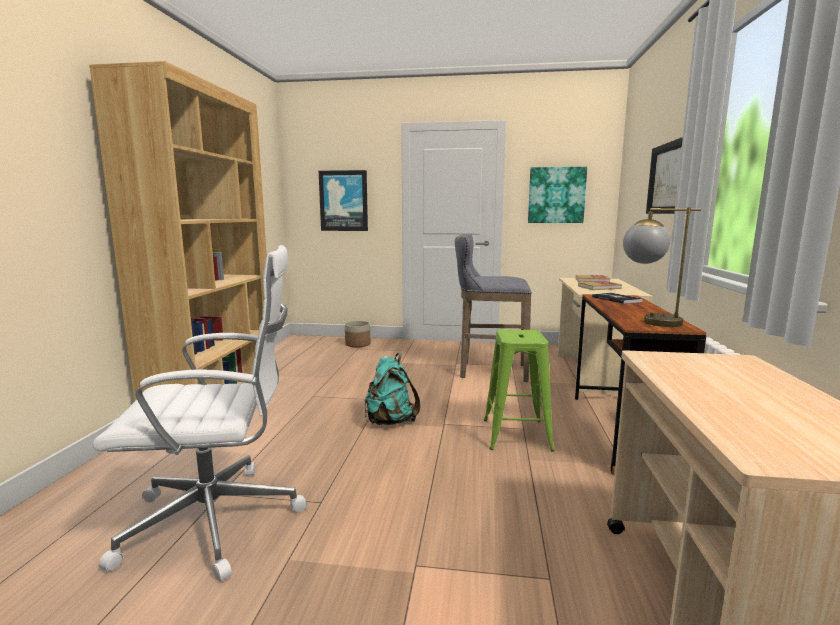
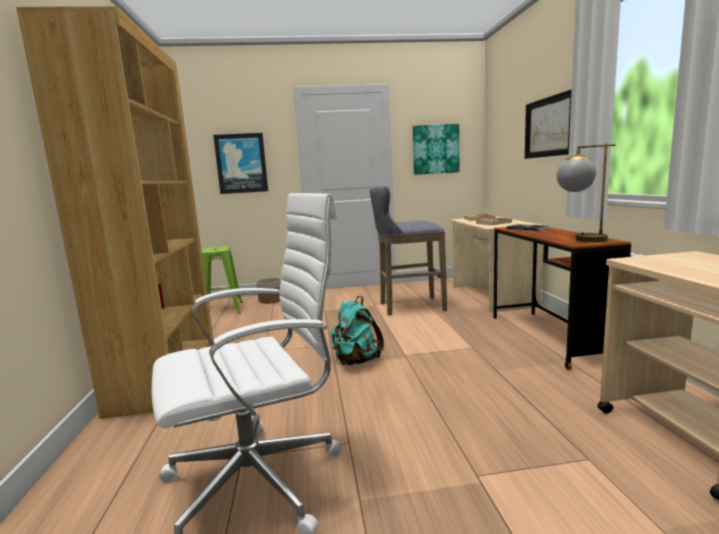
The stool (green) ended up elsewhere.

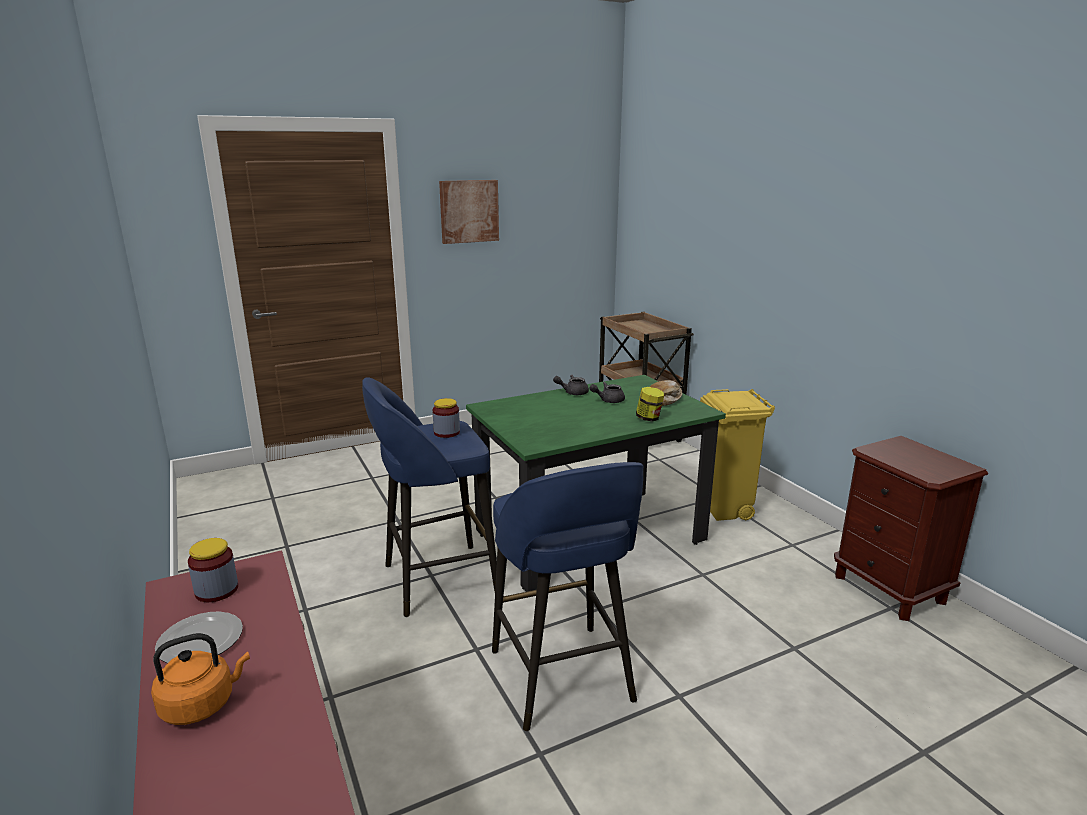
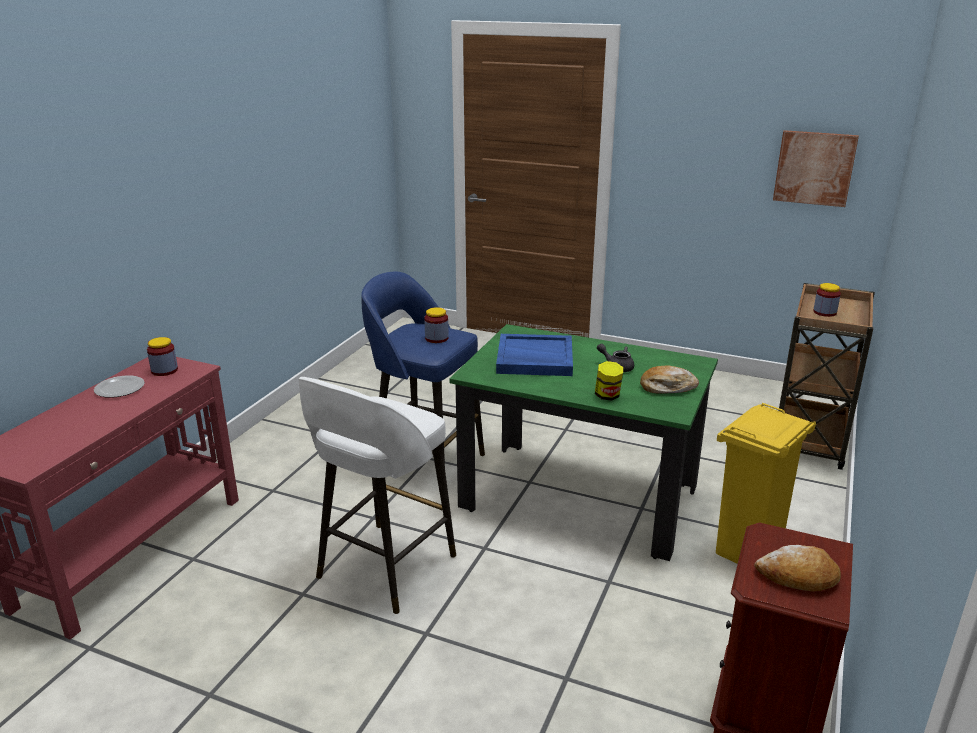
The second view lost the kettle (orange).
The second view lost the teapot (grey) (no. 1 from left).
The second view gained the tray (blue).
The second view gained the bread (no. 2 from left).
The second view gained the jar (no. 4 from left).
The picture ended up elsewhere.
What was the stool (blue) (no. 2 from left) turned into the stool (white).

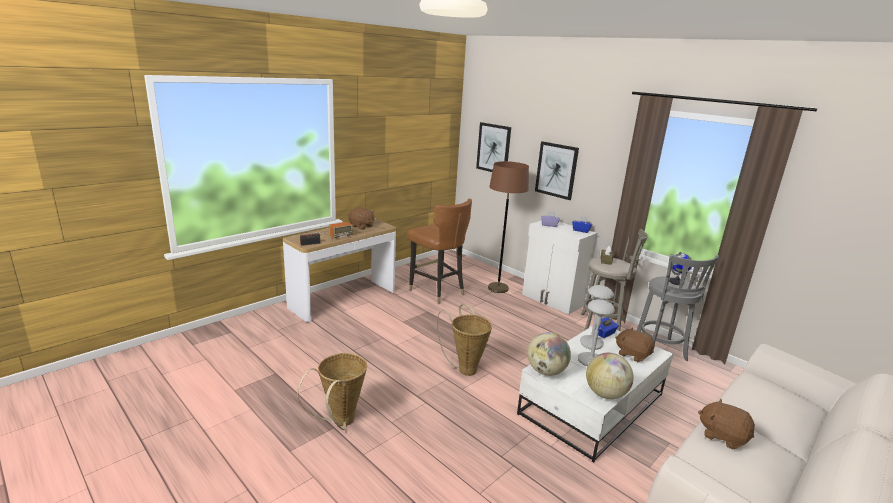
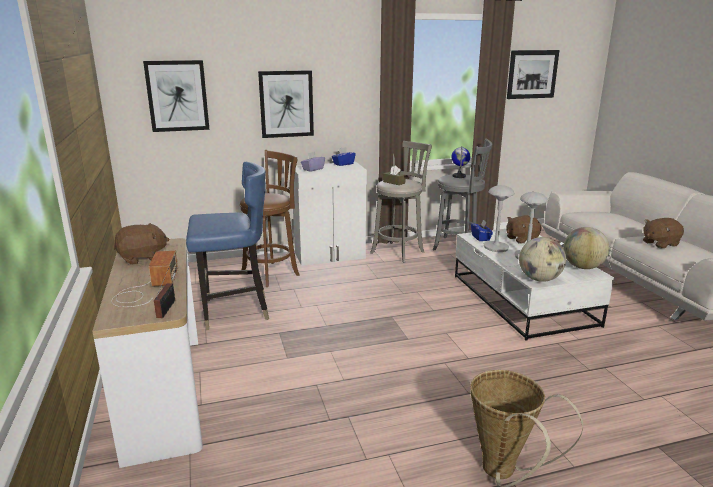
The second view lost the basket (no. 2 from left).
The second view gained the picture (no. 3 from left).
Where the floor lamp (brown) stood, the stool (brown) came to stand.
What was the chair (brown) turned into the chair (blue).

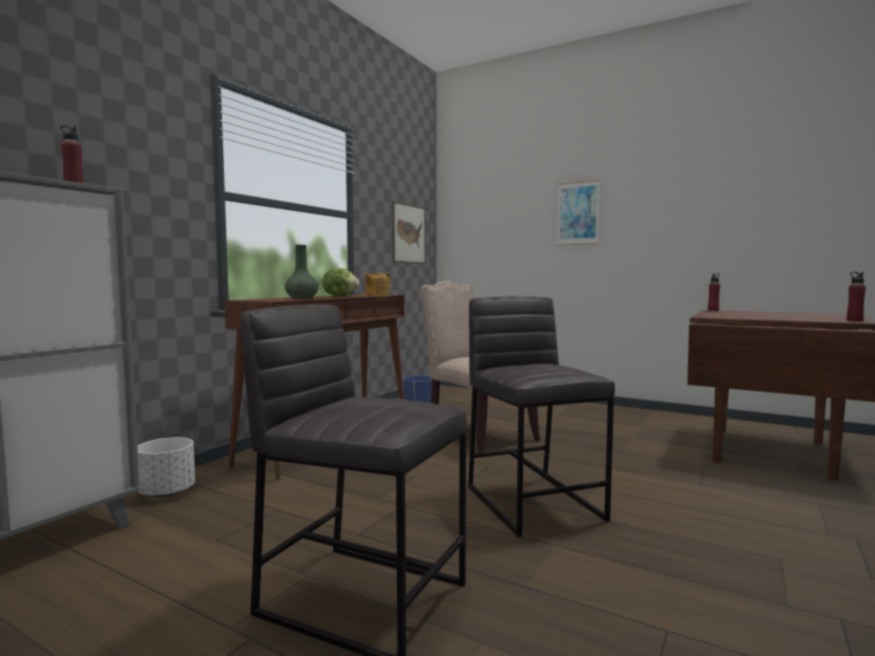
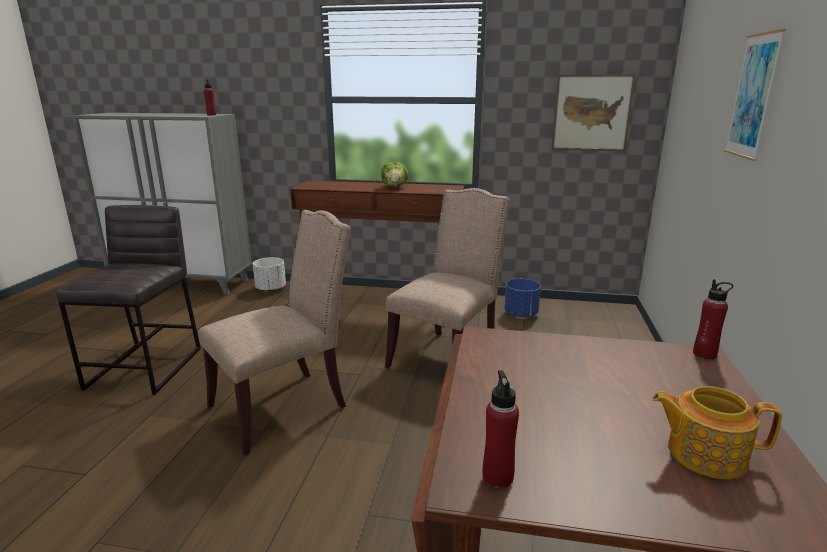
The second view lost the vase (green).
The teapot ended up elsewhere.
Where the stool (grey) (no. 2 from left) stood, the chair (beige) (no. 1 from left) came to stand.

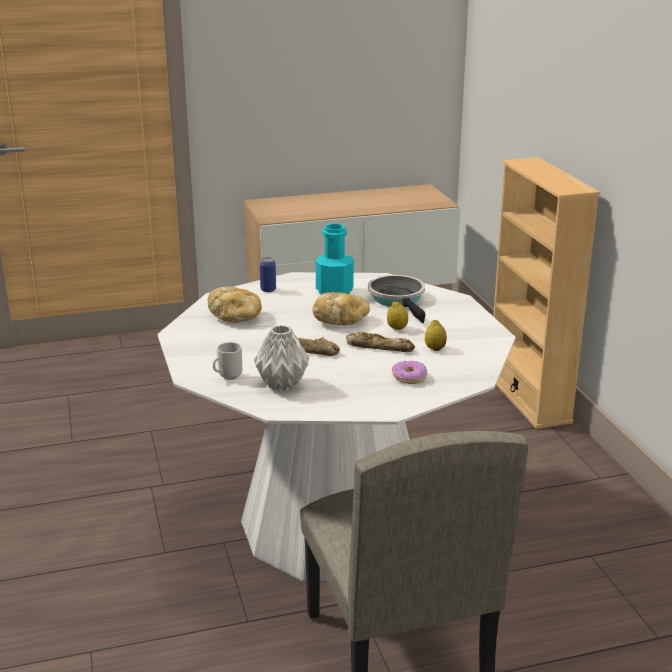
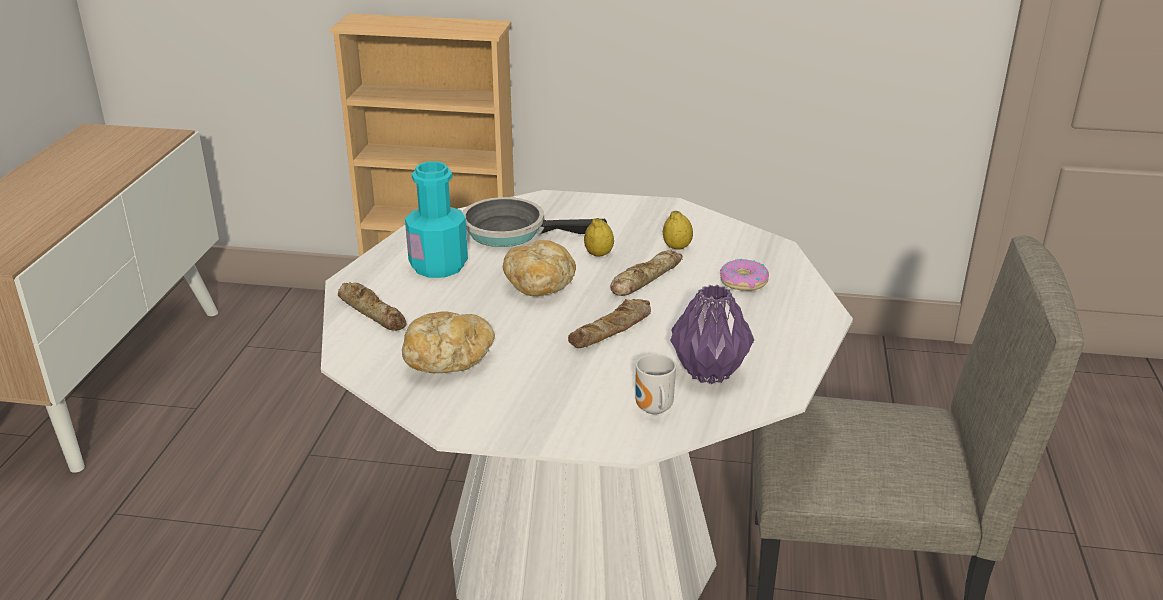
Where the can stood, the bread (no. 1 from left) came to stand.
What was the vase (grey) turned into the vase (purple).

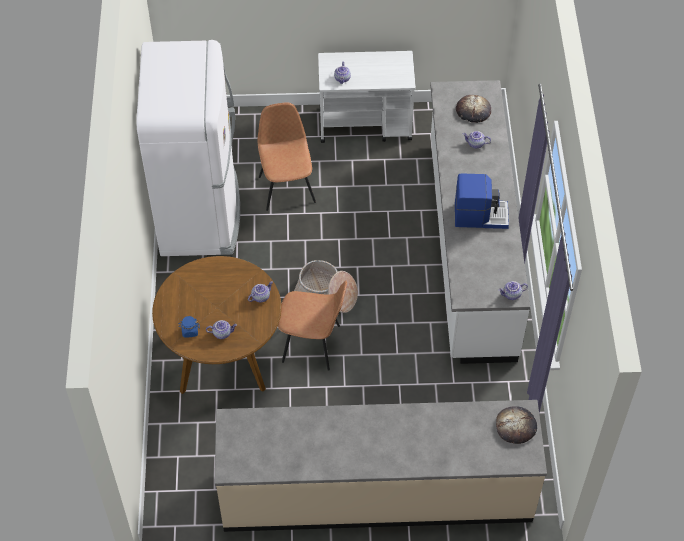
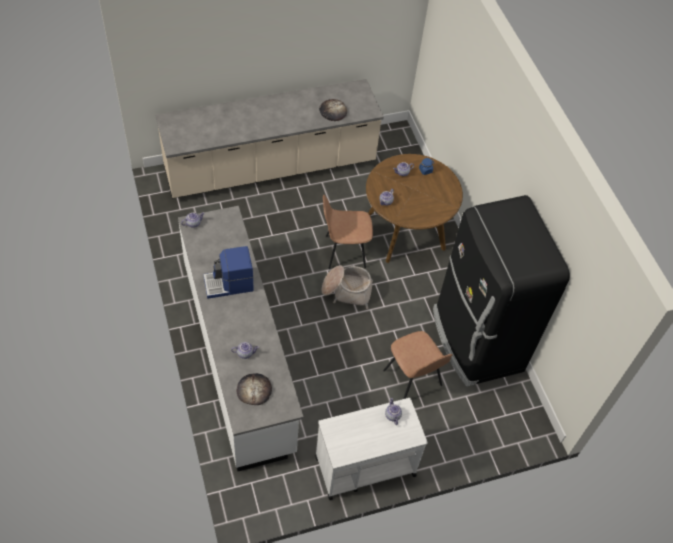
The bread (no. 2 from left) ended up elsewhere.
What was the fridge (white) turned into the fridge (black).

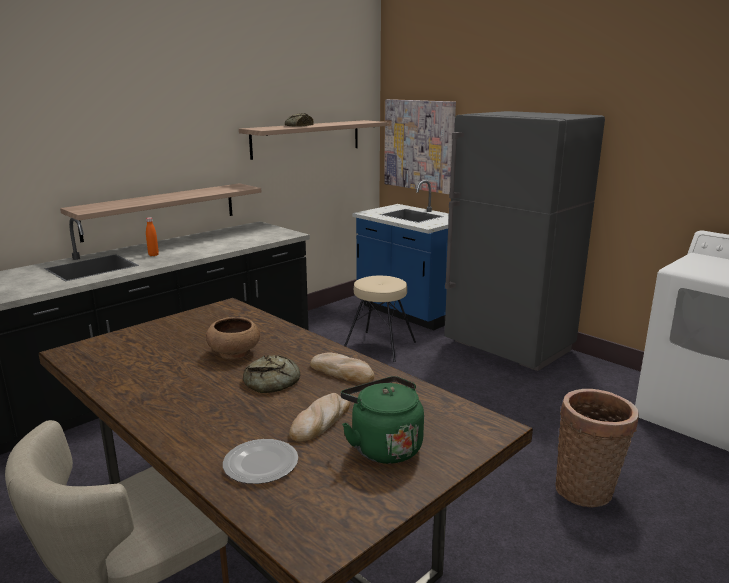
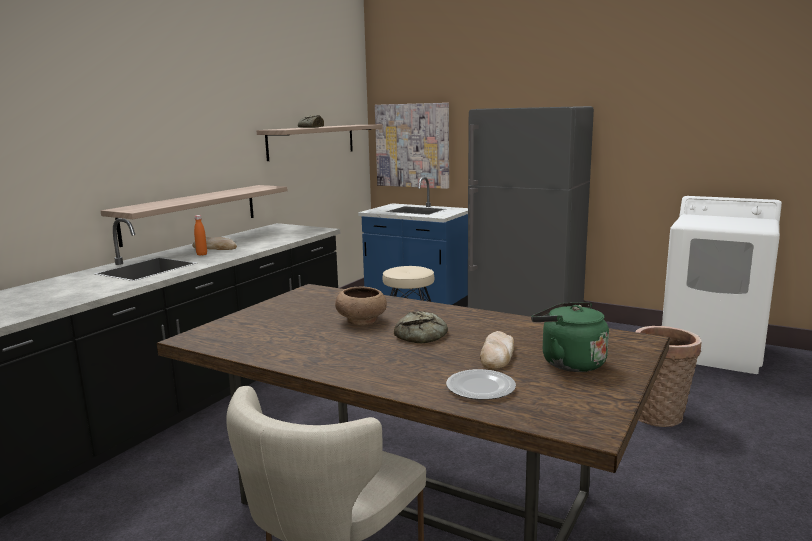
The bread (no. 4 from left in the first image) ended up elsewhere.

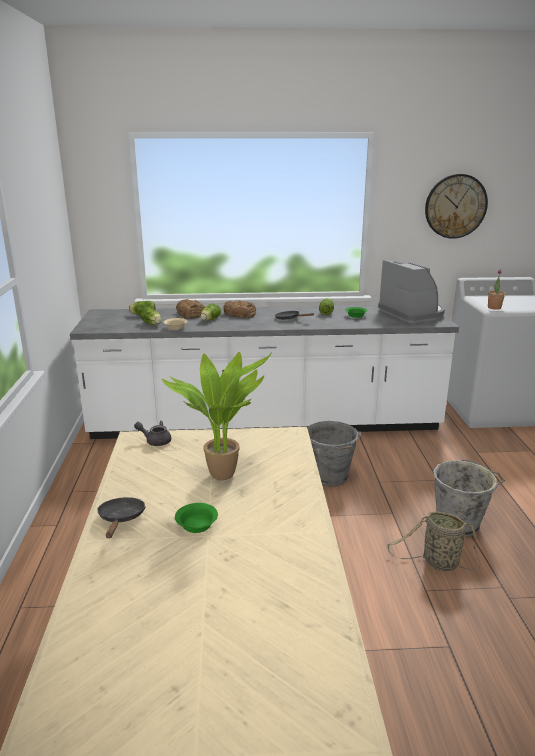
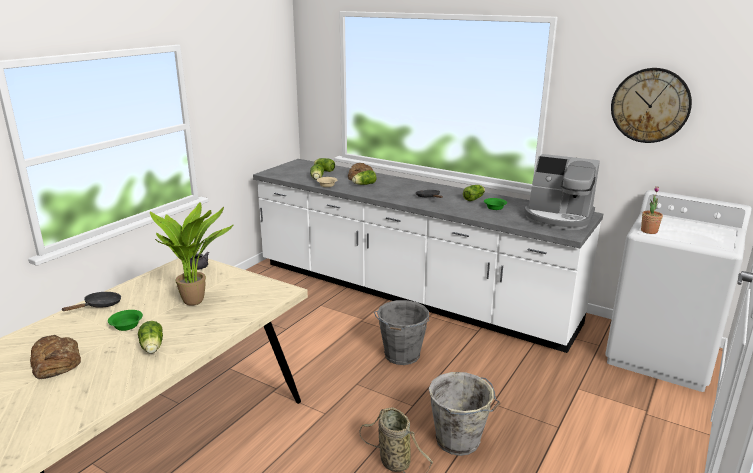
The second view gained the lettuce (no. 1 from left).
The bread (no. 2 from left in the first image) ended up elsewhere.
The coffee machine ended up facing another way, 105 degrees clockwise from before.

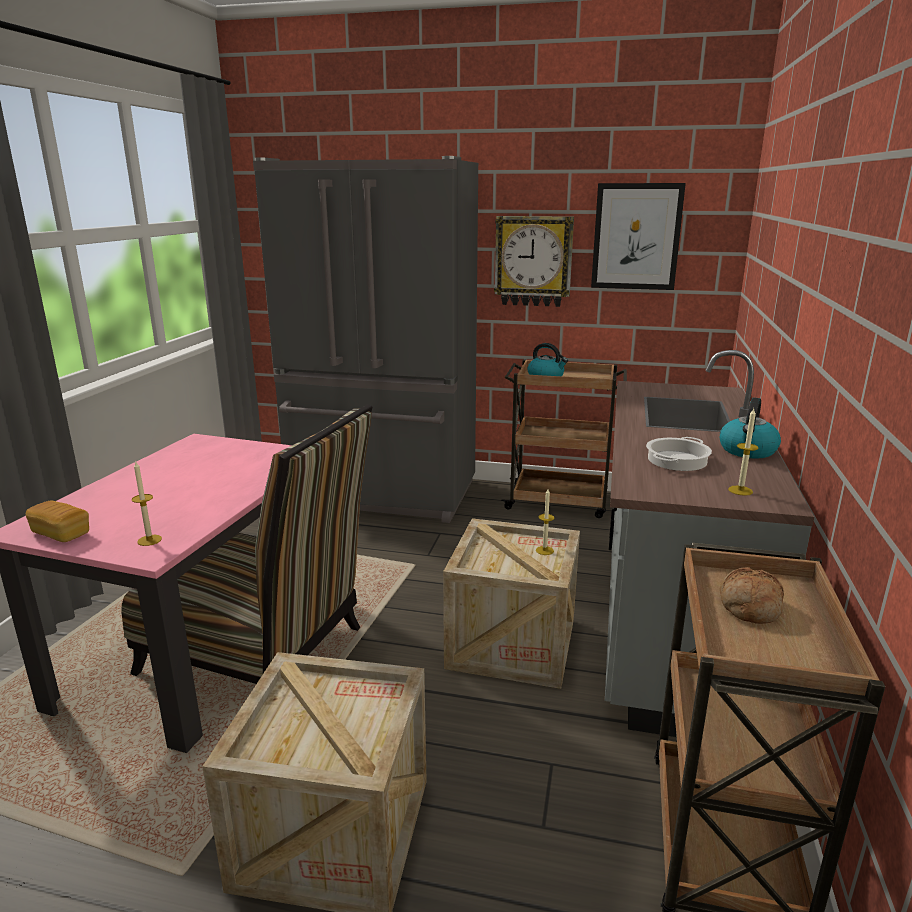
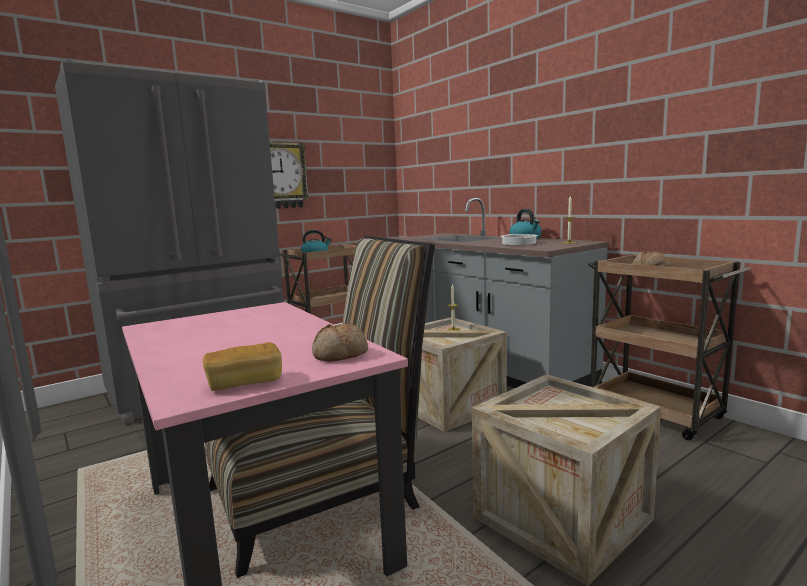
The second view lost the picture.
Where the candle (no. 1 from left) stood, the bread (no. 2 from left) came to stand.

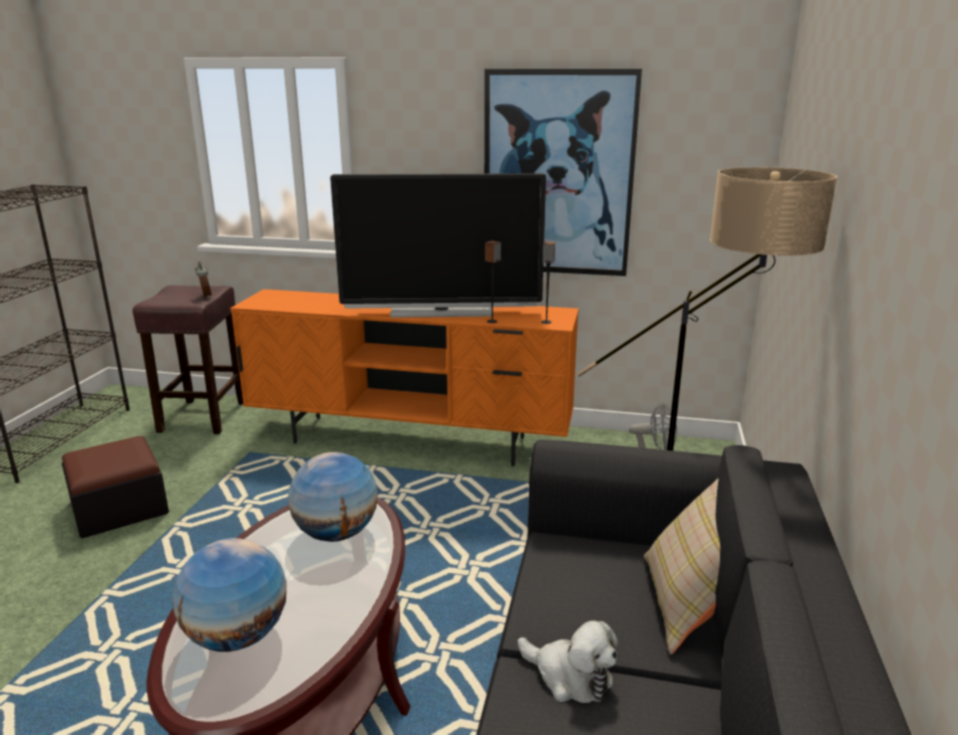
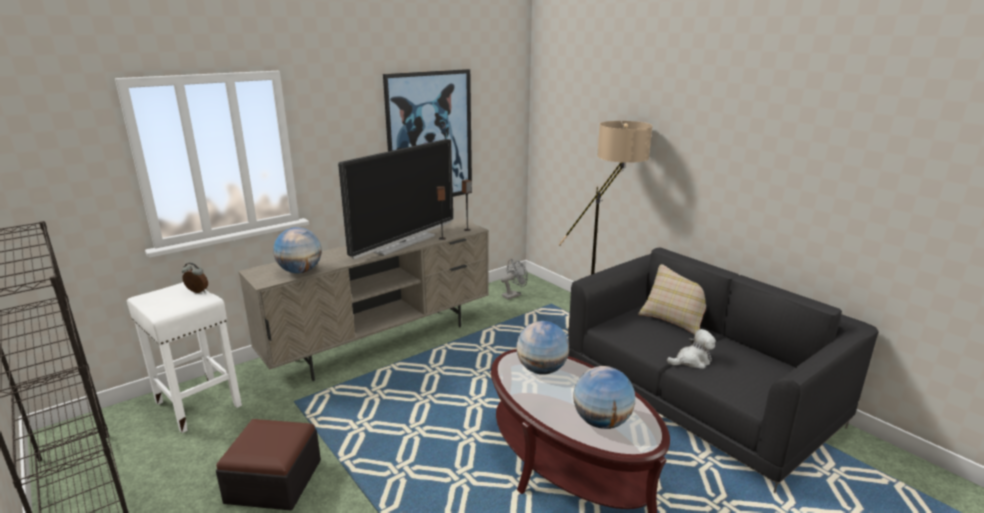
The second view gained the globe (no. 1 from left).
What was the stool (brown) turned into the stool (white).
What was the tv stand (orange) turned into the tv stand (beige).

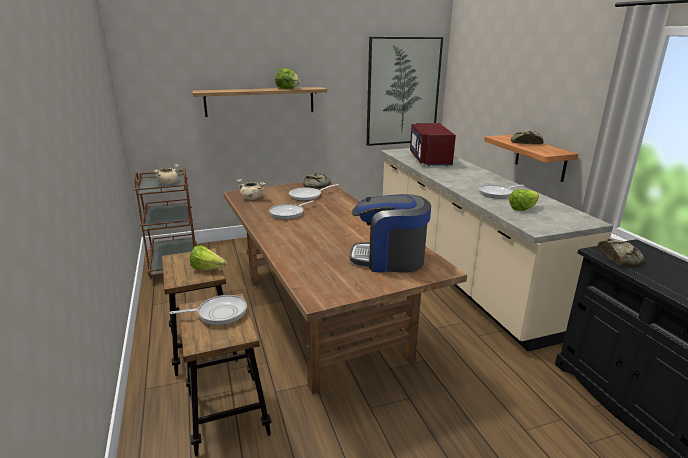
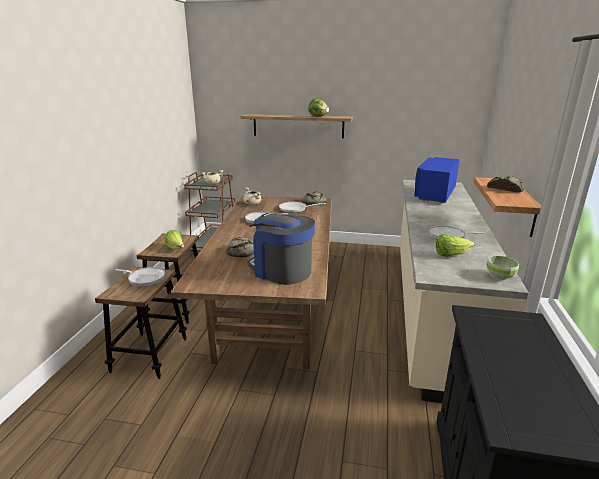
The second view lost the picture.
The second view gained the bowl (green).
The bread (no. 3 from left in the first image) ended up elsewhere.
What was the microwave (red) turned into the microwave (blue).

